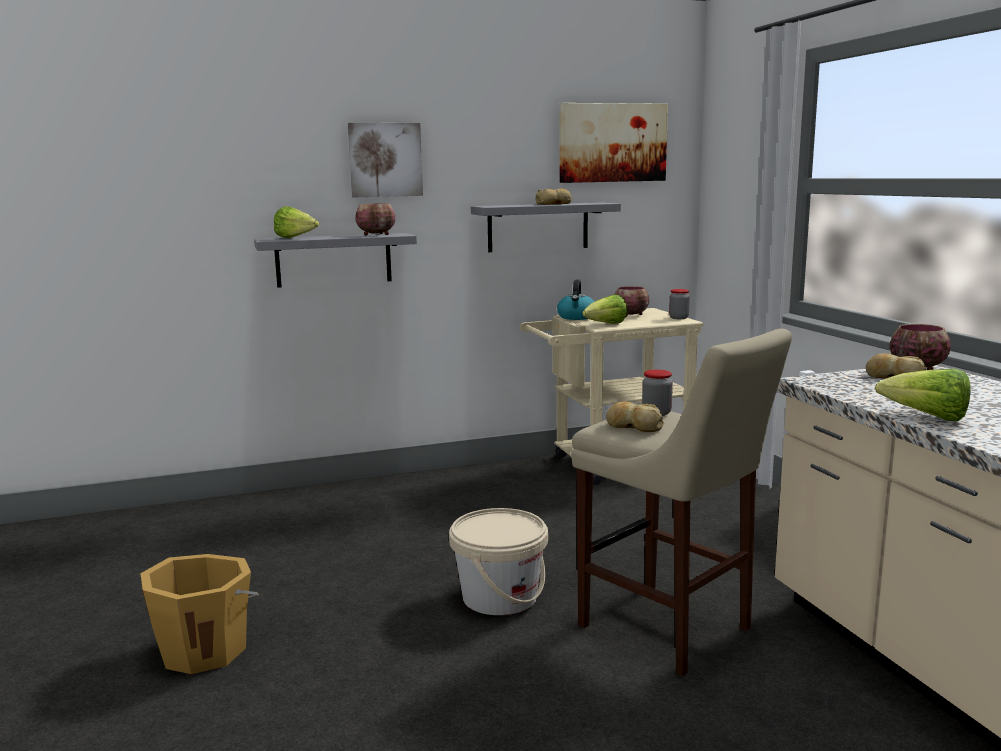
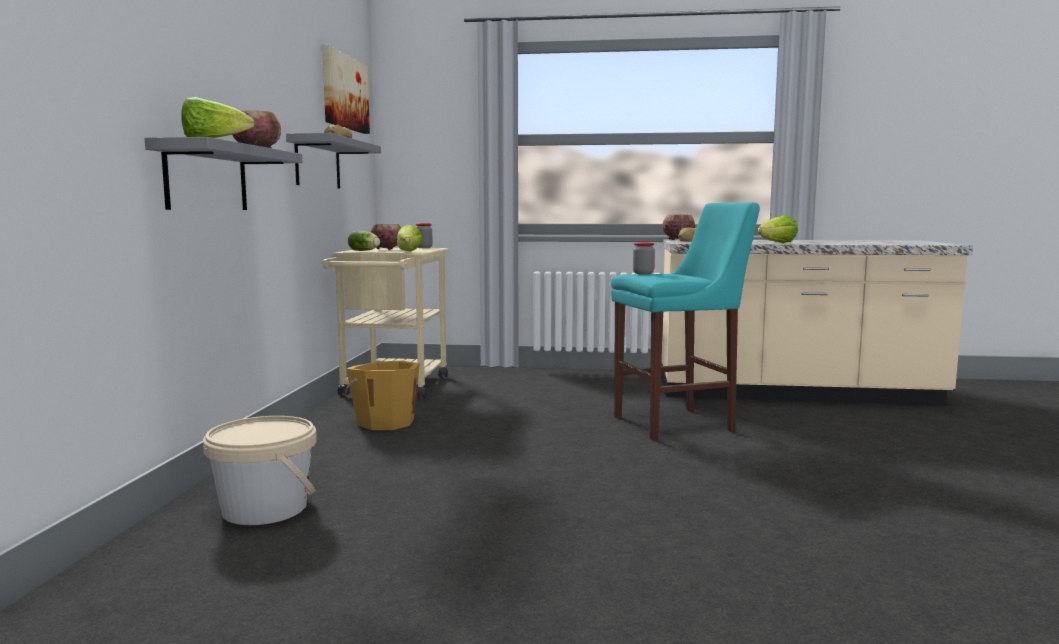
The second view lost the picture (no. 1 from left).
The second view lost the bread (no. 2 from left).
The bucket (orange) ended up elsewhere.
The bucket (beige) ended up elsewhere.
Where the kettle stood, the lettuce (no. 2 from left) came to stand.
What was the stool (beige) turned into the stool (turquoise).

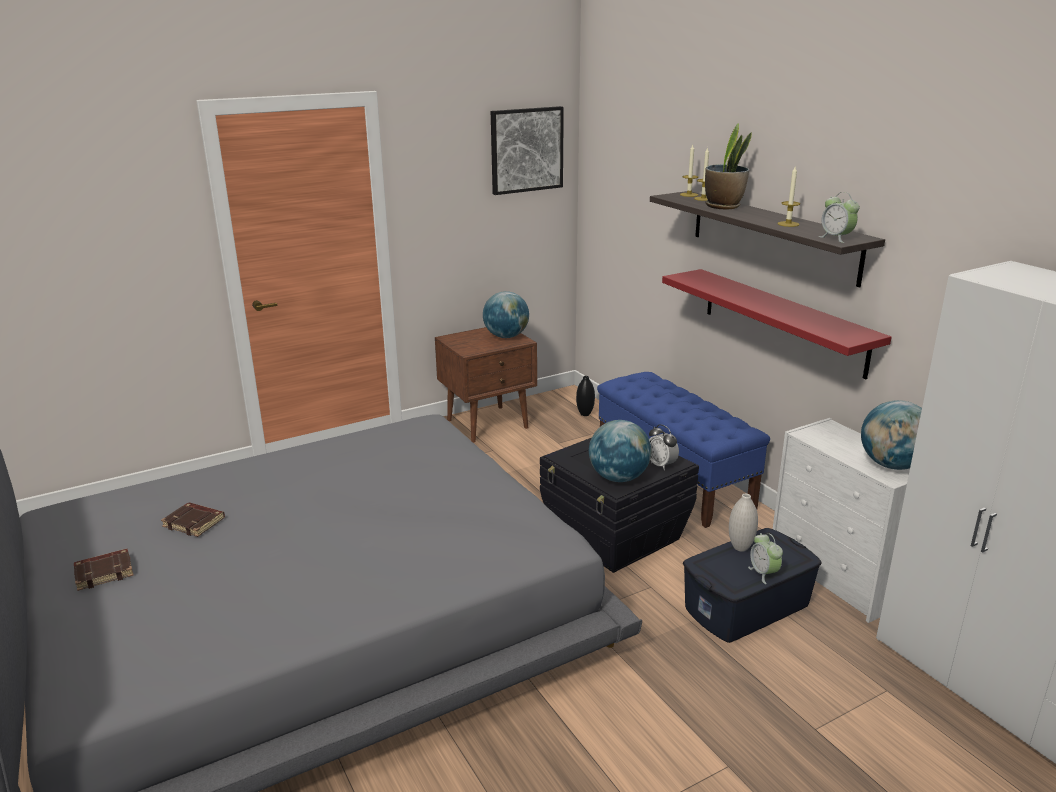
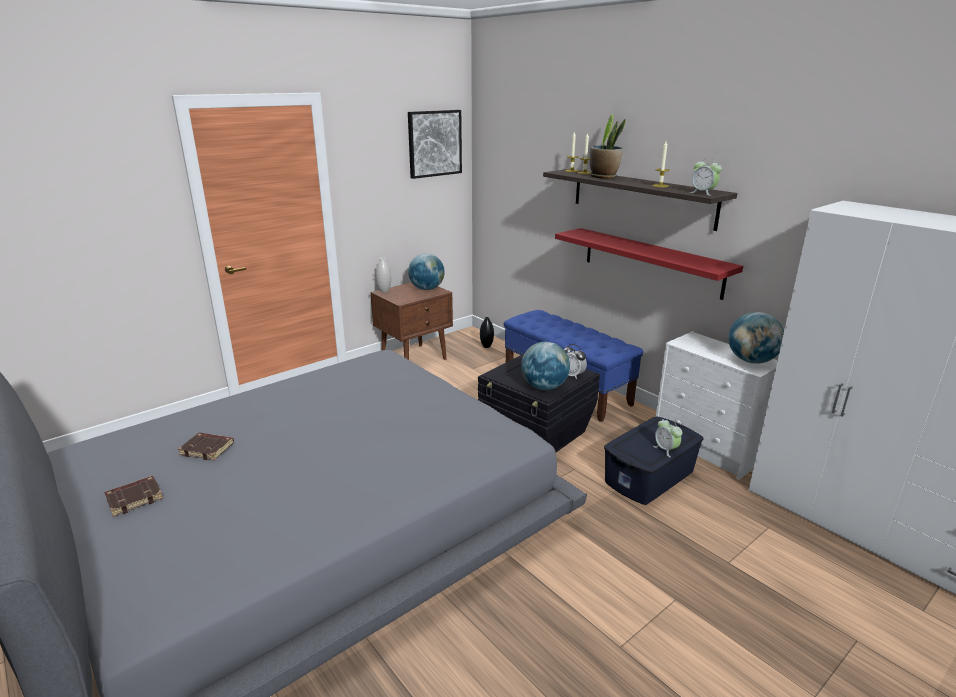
The vase (white) ended up elsewhere.

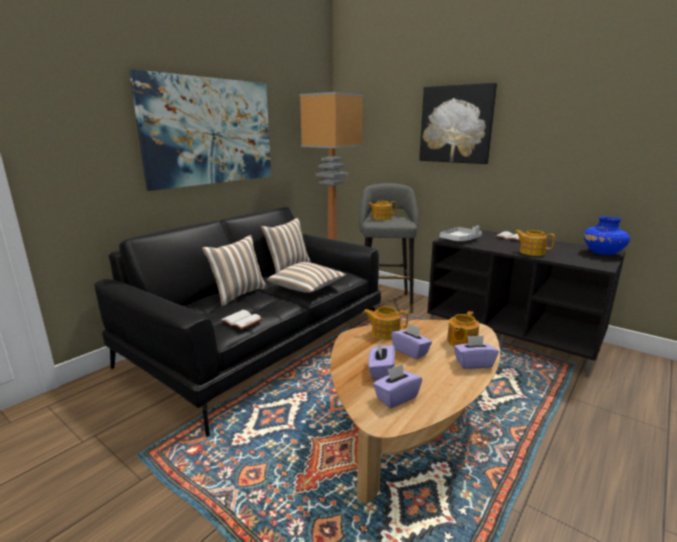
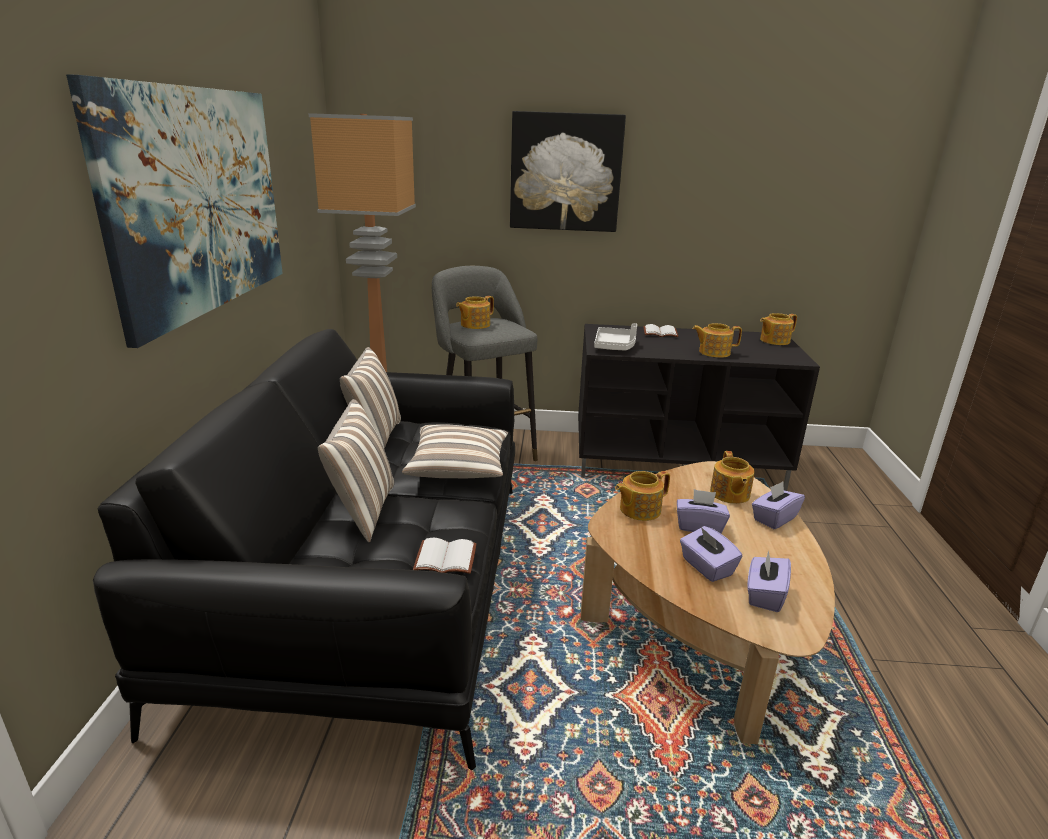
Where the vase (blue) stood, the teapot (no. 5 from left) came to stand.

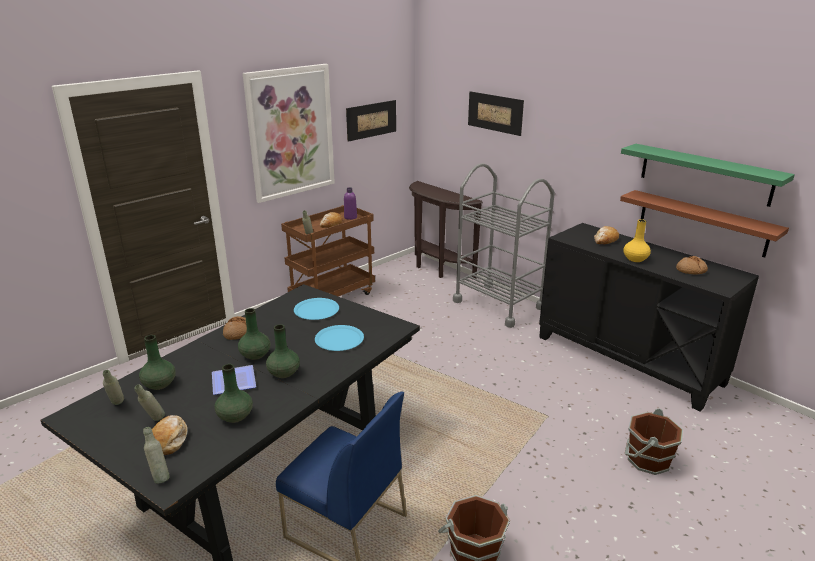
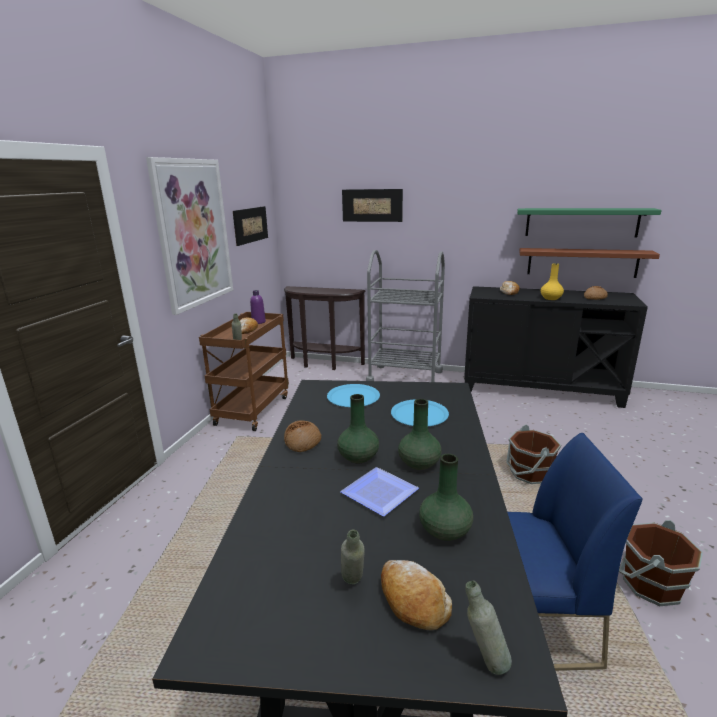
The second view lost the bottle (grey) (no. 1 from left).
The second view lost the vase (green) (no. 1 from left).
The bucket (brown) (no. 2 from left in the first image) ended up elsewhere.

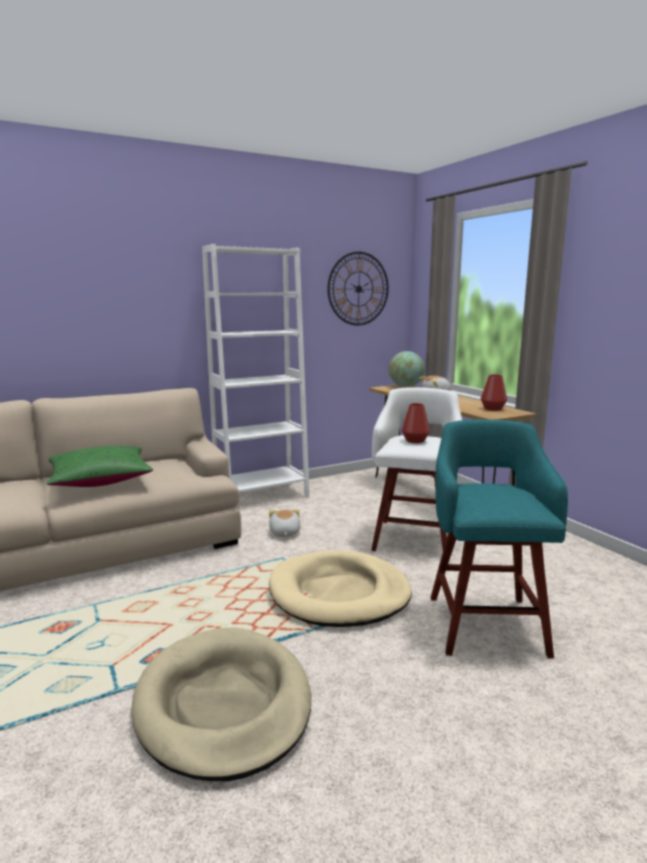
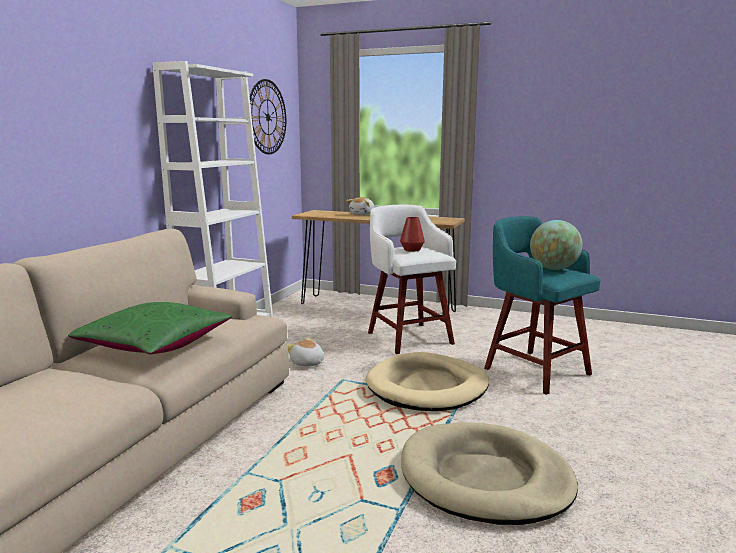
The second view lost the vase (red) (no. 2 from left).
The globe ended up elsewhere.

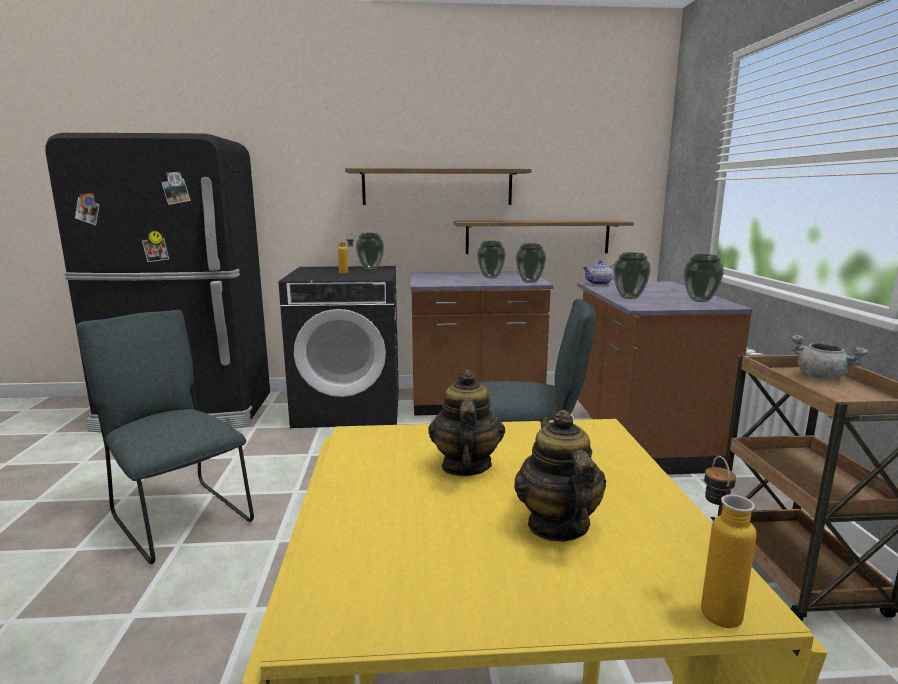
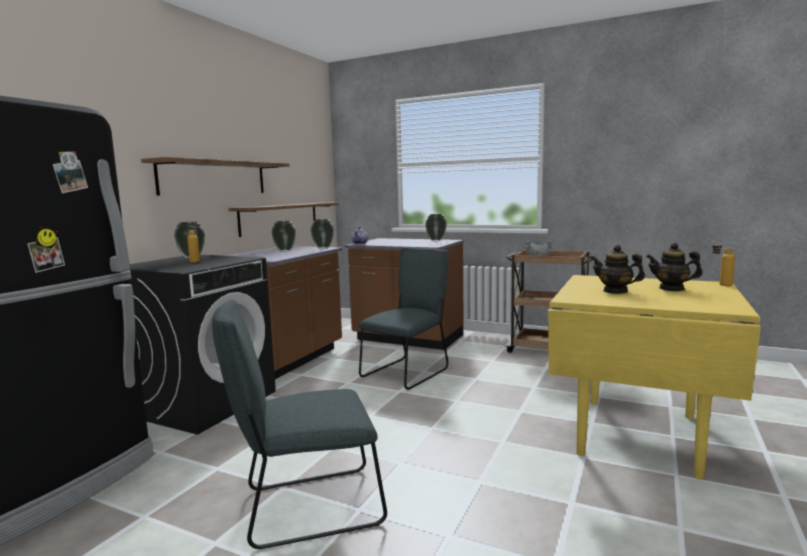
The second view lost the vase (no. 4 from left).

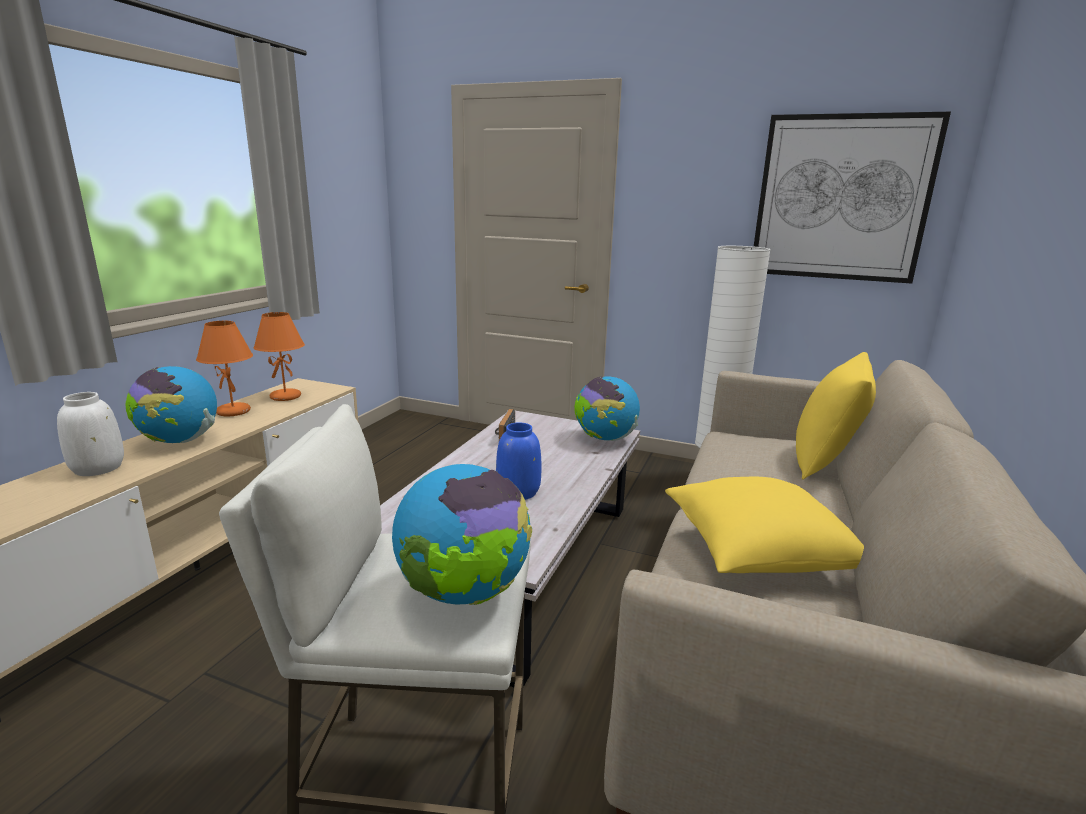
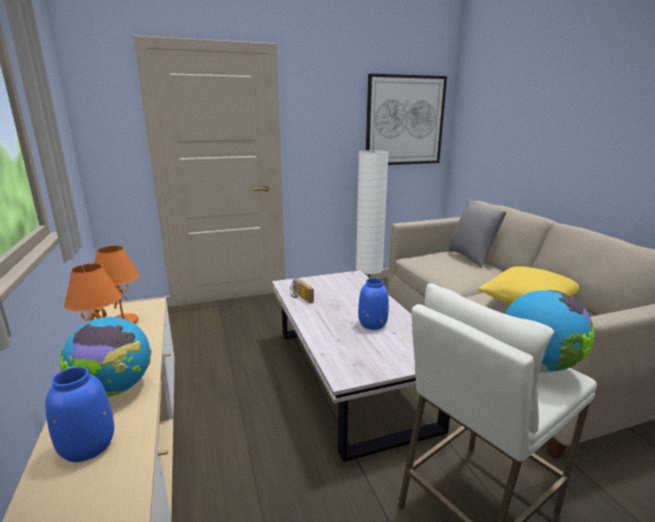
The second view lost the globe (no. 3 from left).
What was the vase (white) turned into the vase (blue) (no. 1 from left).
What was the pillow (yellow) (no. 2 from left) turned into the pillow (grey).

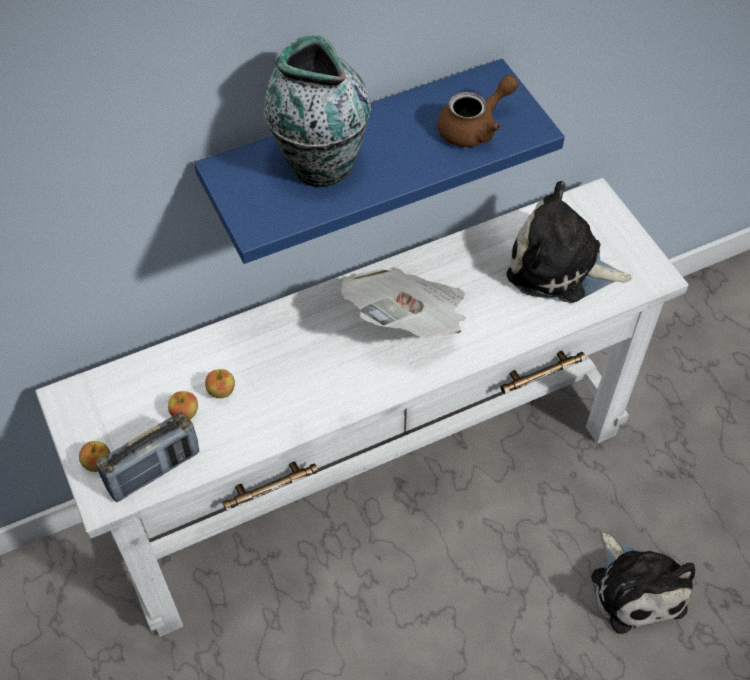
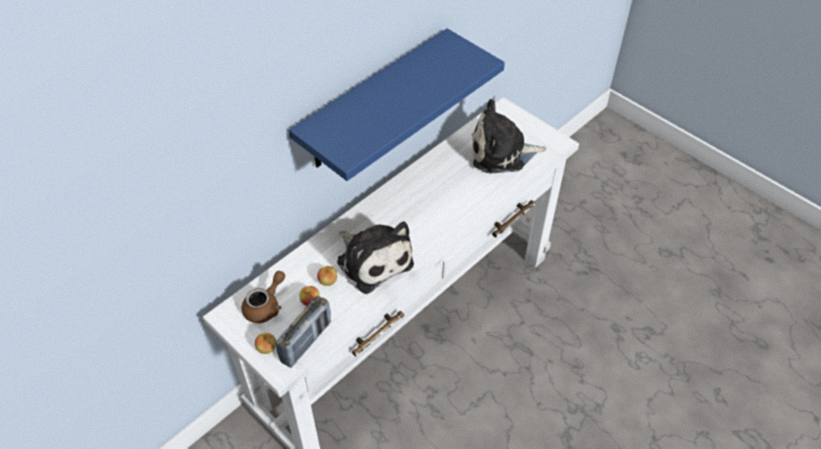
The second view lost the vase.
The second view lost the newspaper.
The teapot (brown) ended up elsewhere.
The plush toy (no. 2 from left in the first image) ended up elsewhere.

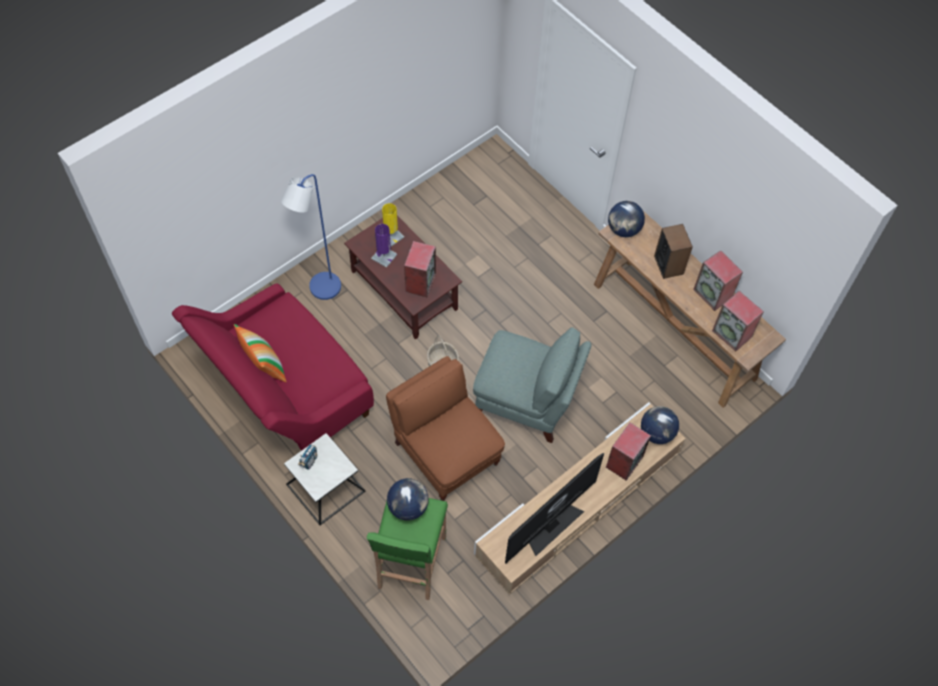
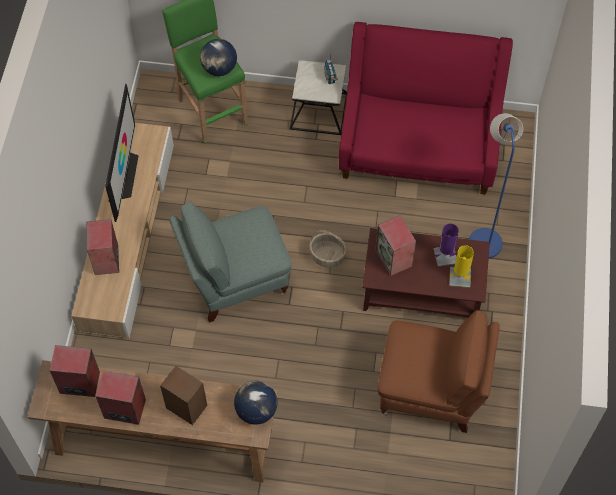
The second view lost the pillow.
The second view lost the globe (no. 3 from left).
The armchair (brown) ended up elsewhere.

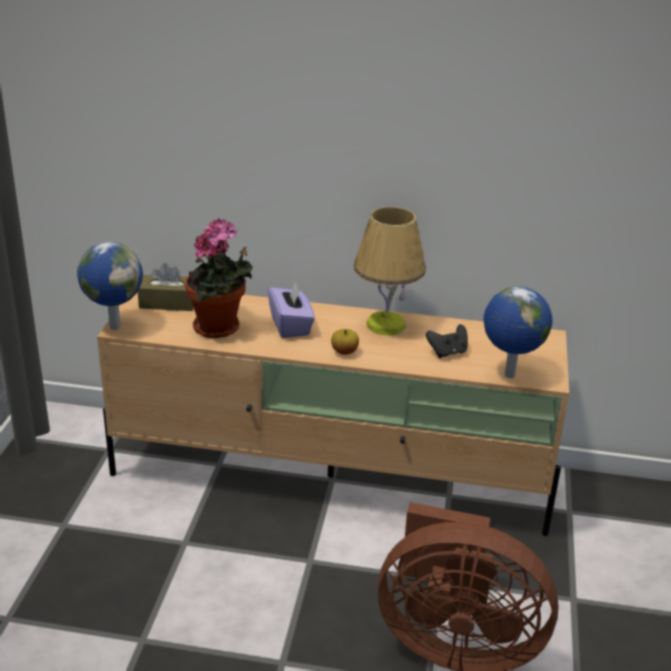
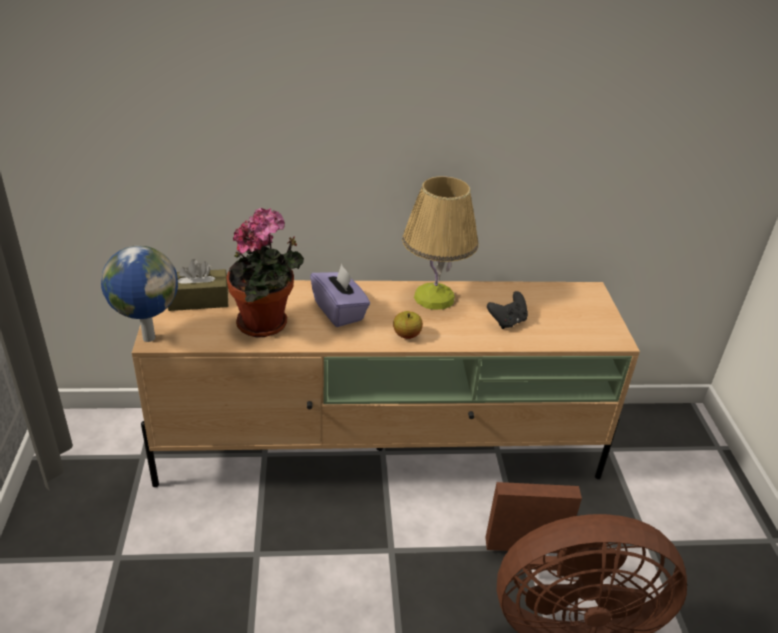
The second view lost the globe (no. 2 from left).

